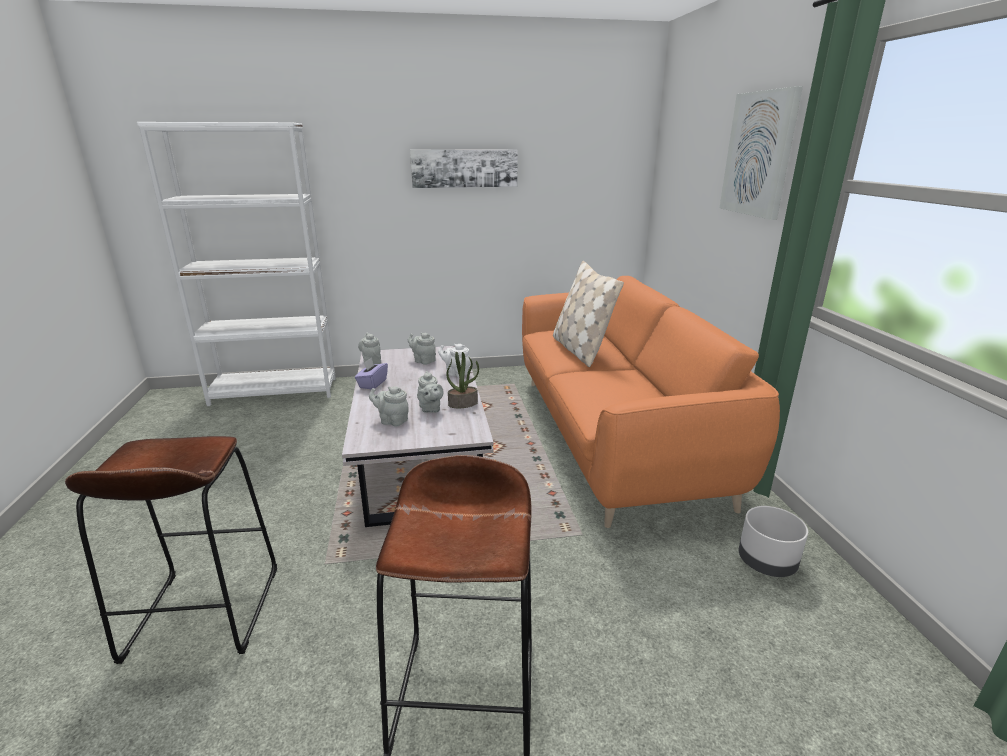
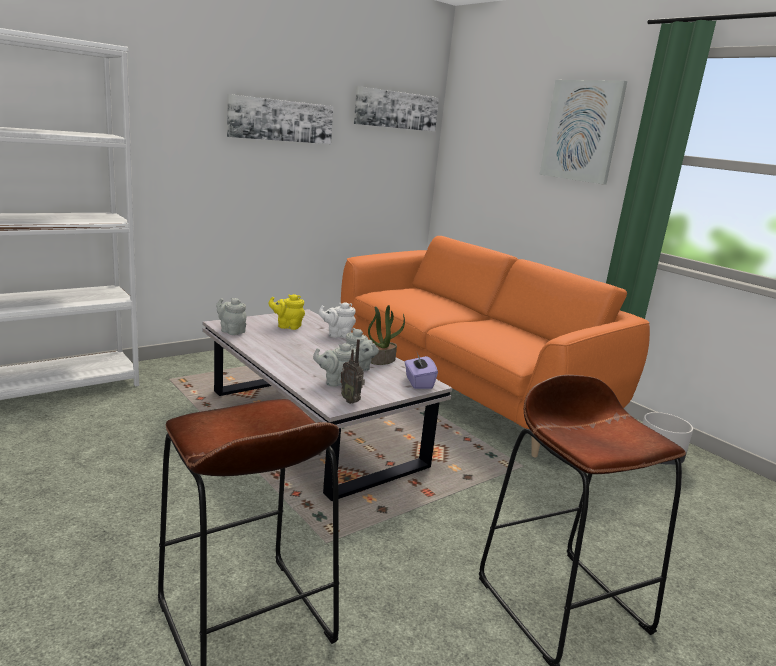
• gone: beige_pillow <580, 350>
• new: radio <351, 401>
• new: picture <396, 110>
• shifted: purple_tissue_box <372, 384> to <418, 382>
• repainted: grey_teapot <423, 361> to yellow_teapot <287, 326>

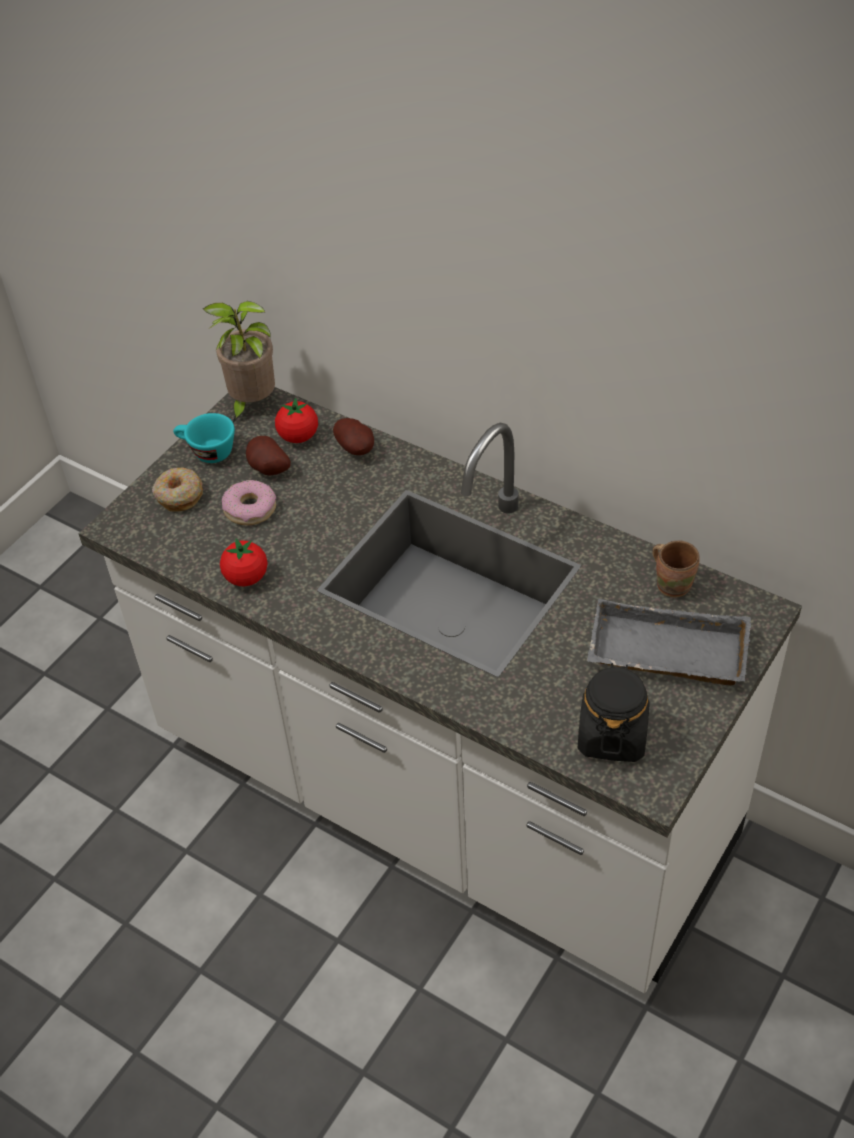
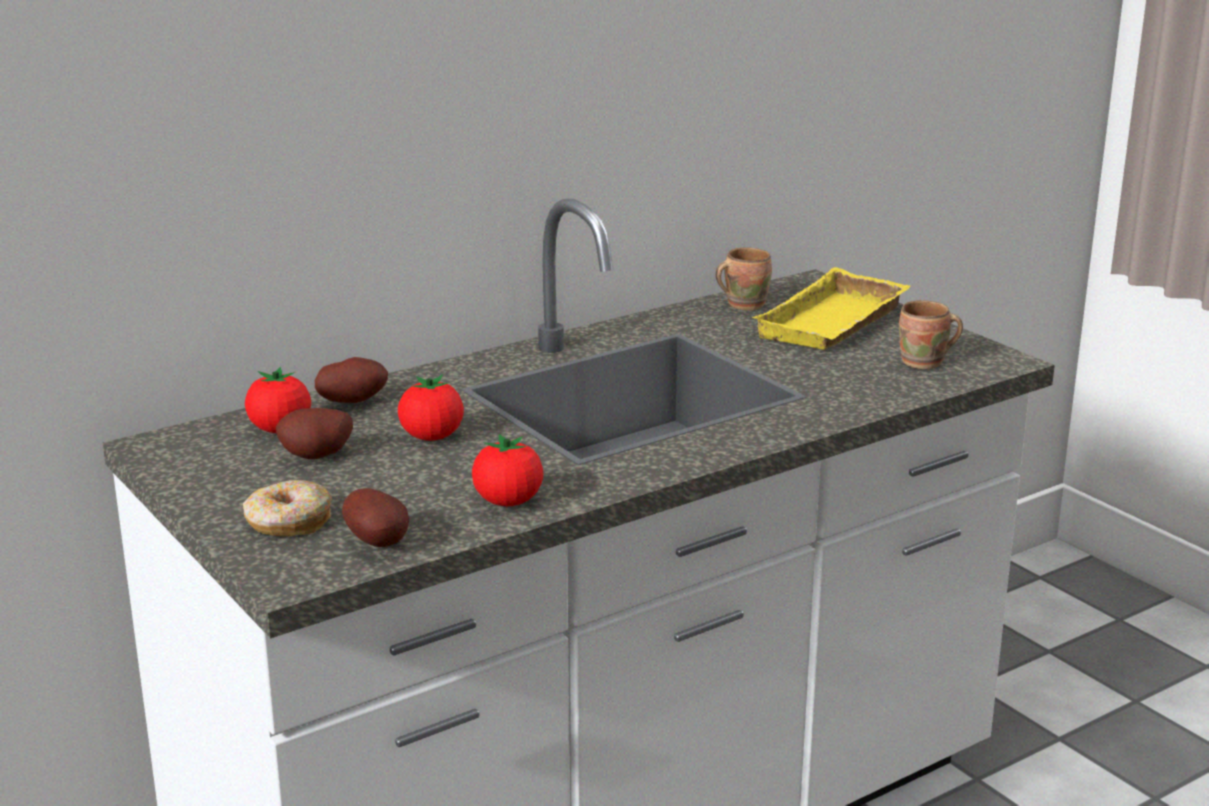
• gone: turquoise_cup <206, 452>
• gone: potted_plant <251, 404>
• gone: donut <250, 509>
• new: potato <379, 543>
• new: tomato <432, 437>
• swapped: black_jar <612, 735> to brown_mug <925, 364>
• repainted: grey_tray <664, 655> to yellow_tray <835, 325>

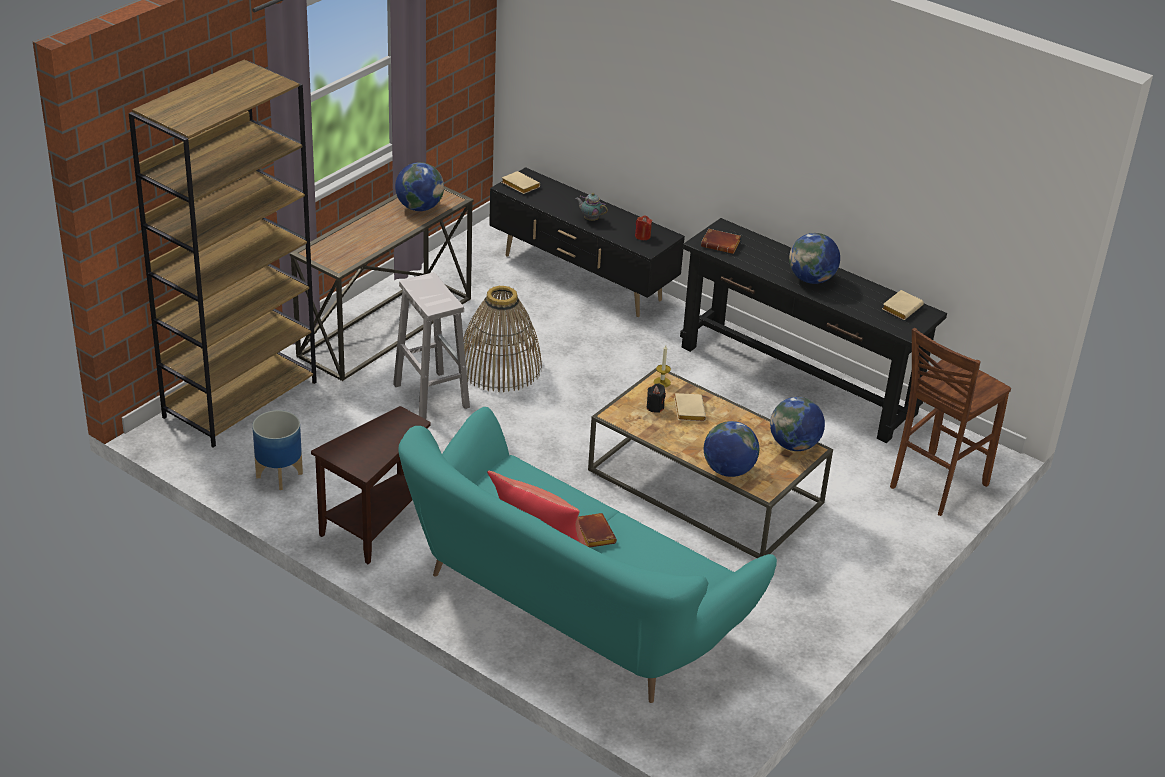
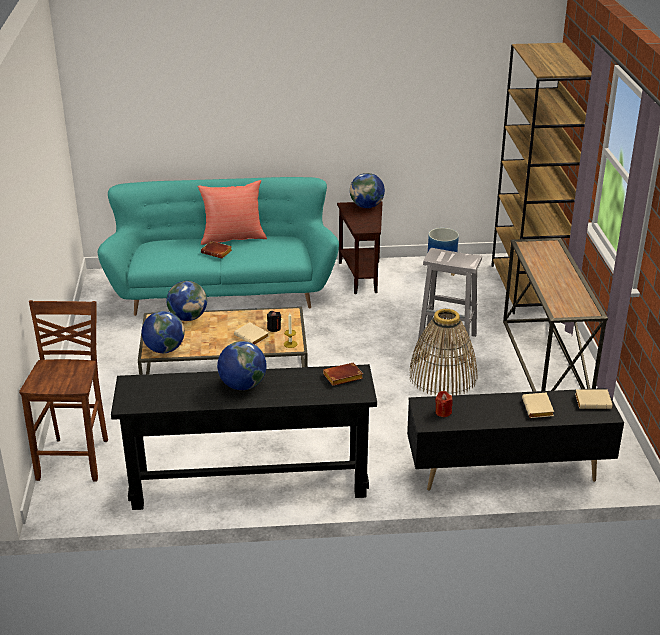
• gone: teapot <590, 219>
• shifted: globe <419, 207> to <366, 206>
• shifted: beige_book <901, 307> to <539, 409>

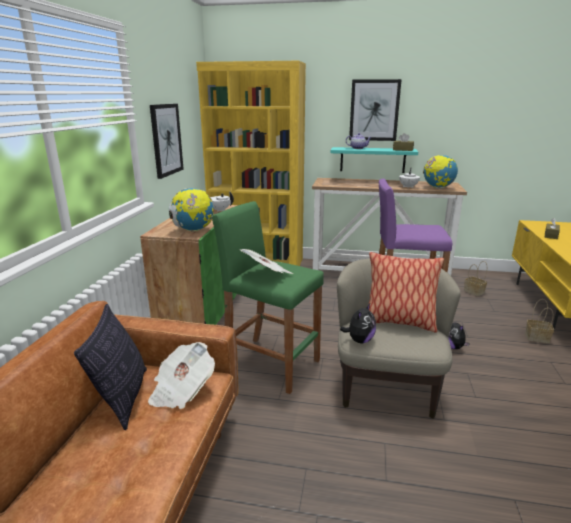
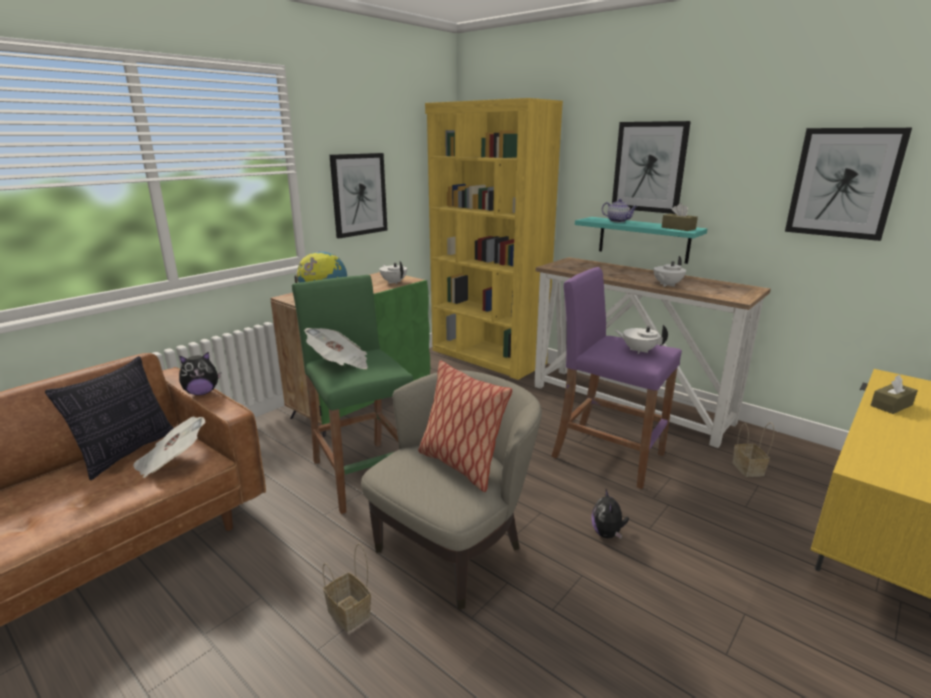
• gone: globe <438, 188>
• new: white_teapot <638, 351>
• new: picture <844, 183>
• shifted: plush_toy <359, 340> to <202, 393>
• shifted: basket <537, 338> to <350, 613>

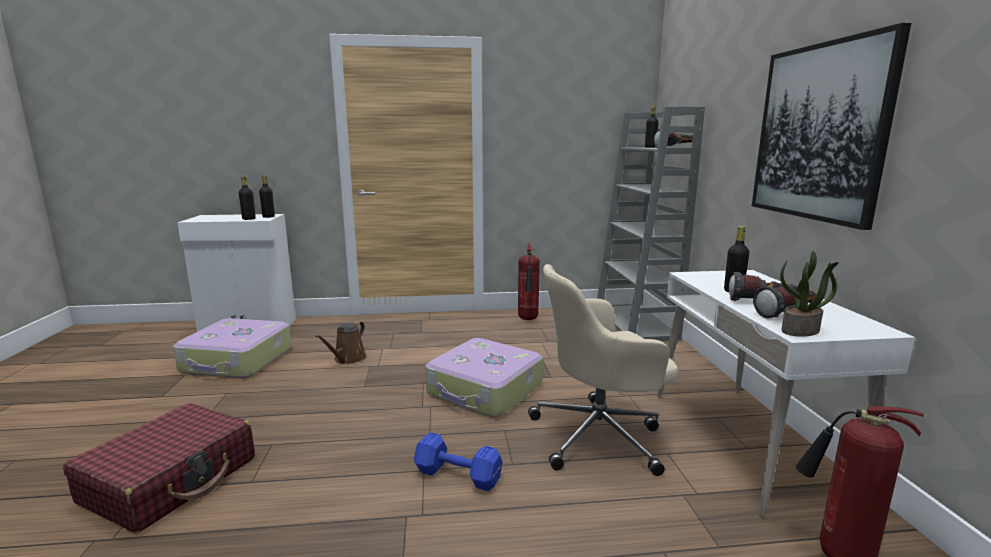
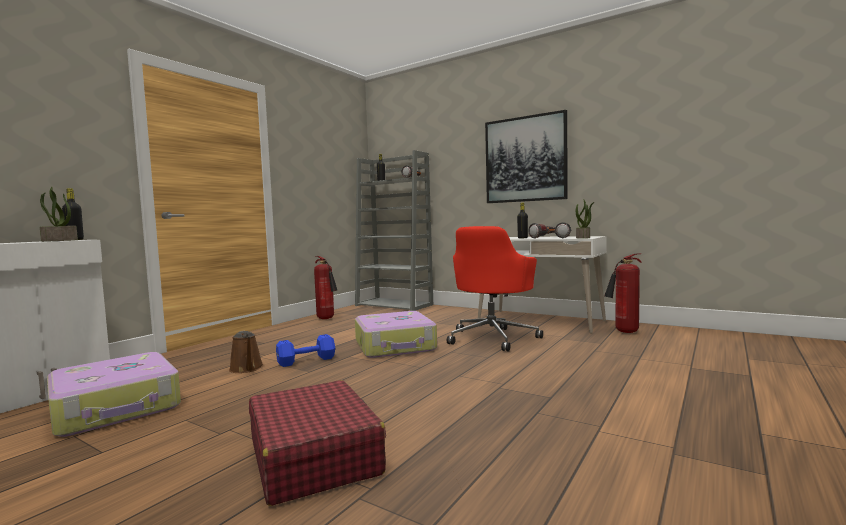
• shifted: blue_dumbbell <459, 476> to <307, 361>
• swapped: black_bottle <249, 219> to potted_plant <59, 240>
• repainted: beige_office_chair <600, 436> to red_office_chair <493, 338>

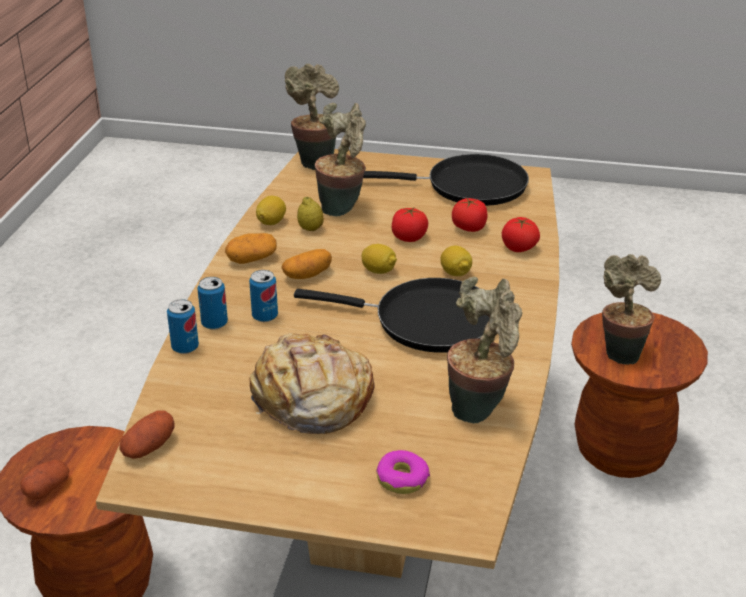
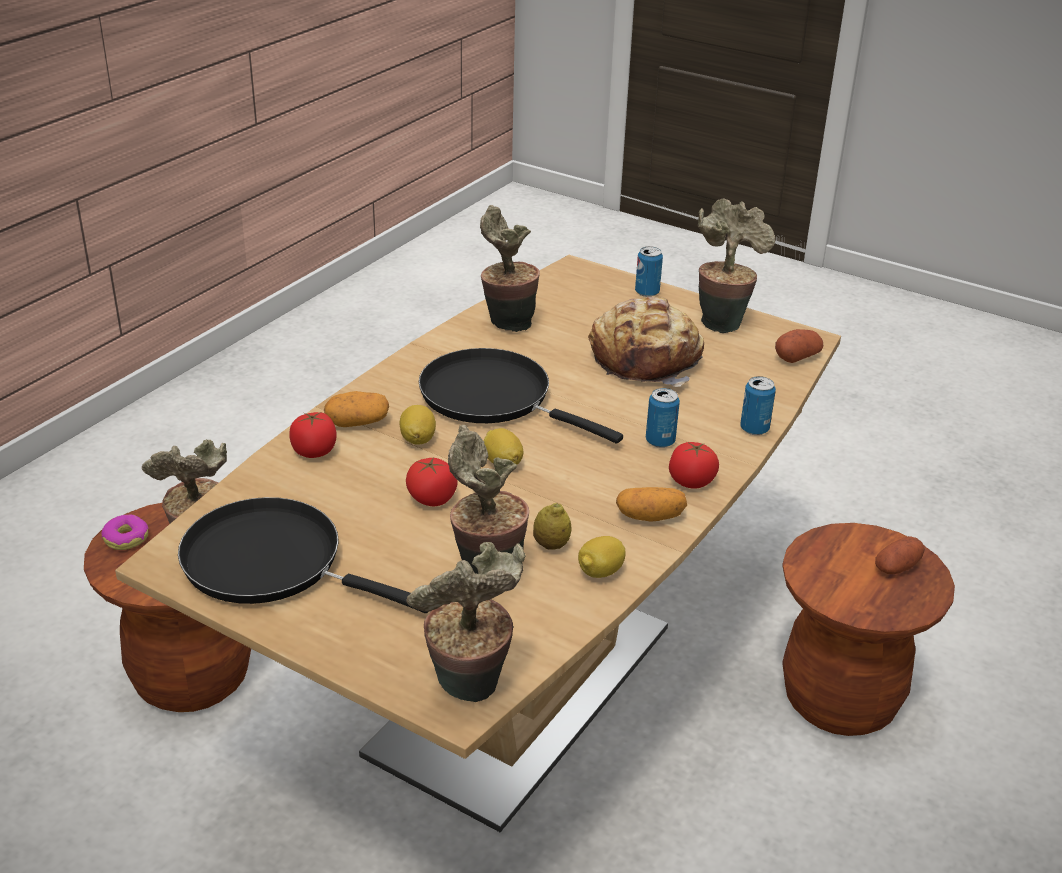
• new: potted_plant <722, 321>
• shifted: can <214, 323> to <647, 292>
• shifted: potato <307, 275> to <357, 423>
• shifted: donut <402, 479> to <126, 538>
• shifted: tomato <469, 228> to <691, 481>

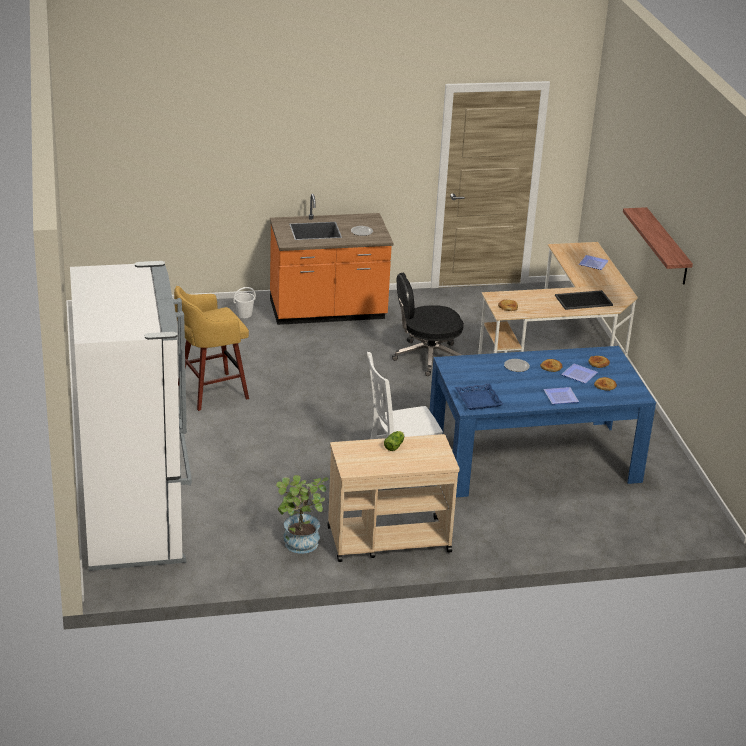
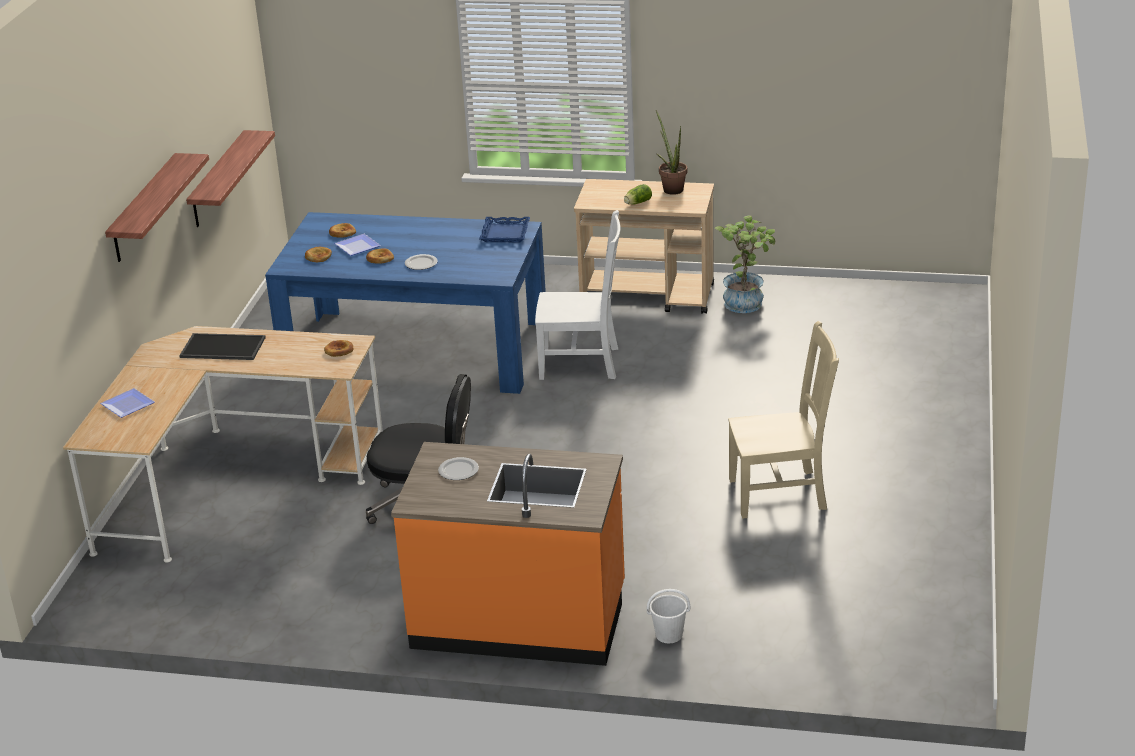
• gone: white_fridge <135, 523>
• gone: plate <559, 397>
• new: shelf <218, 180>
• new: potted_plant <671, 188>
• swapped: yellow_stool <210, 392> to beige_chair <781, 493>

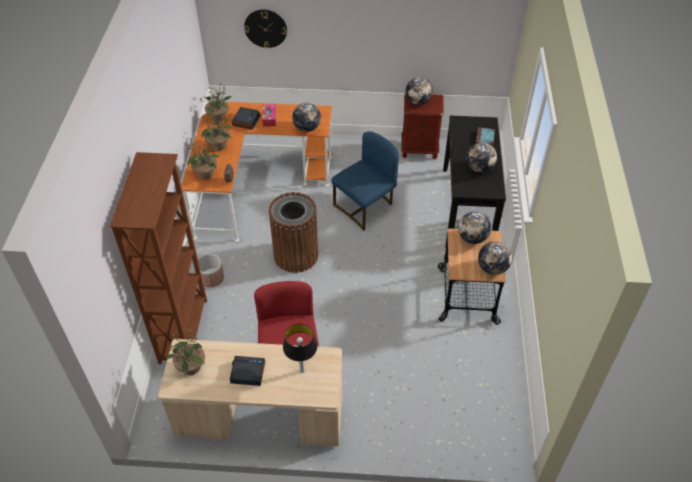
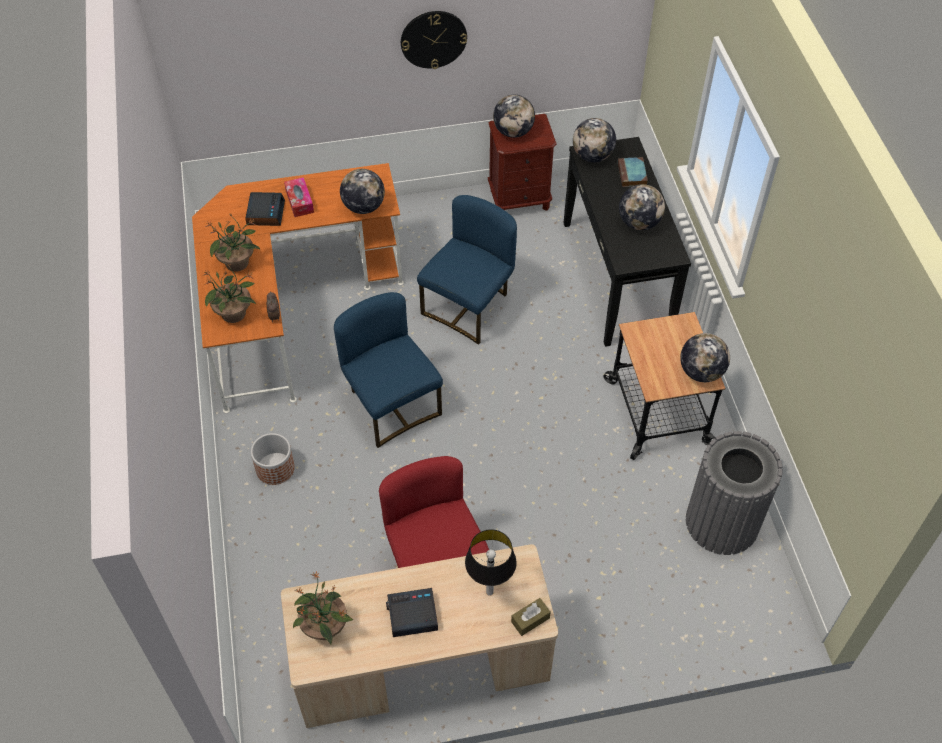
• gone: brown_bookcase <184, 330>
• gone: potted_plant <219, 117>
• new: brown_tissue_box <530, 620>
• new: grey_trash_can <722, 522>
• shifted: wall_clock <265, 28> to <433, 39>
• shifted: globe <472, 238> to <592, 156>
• swapped: brown_trash_can <296, 255> to blue_chair <391, 405>

